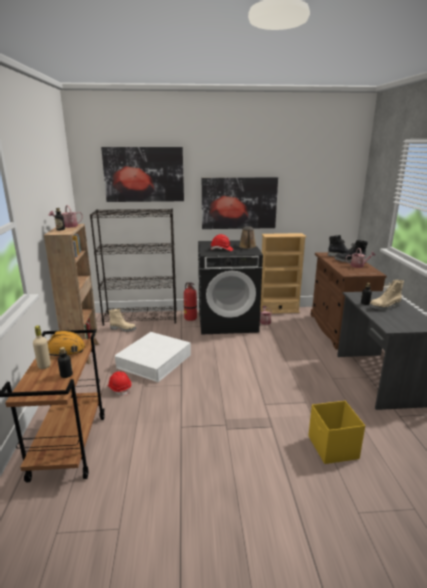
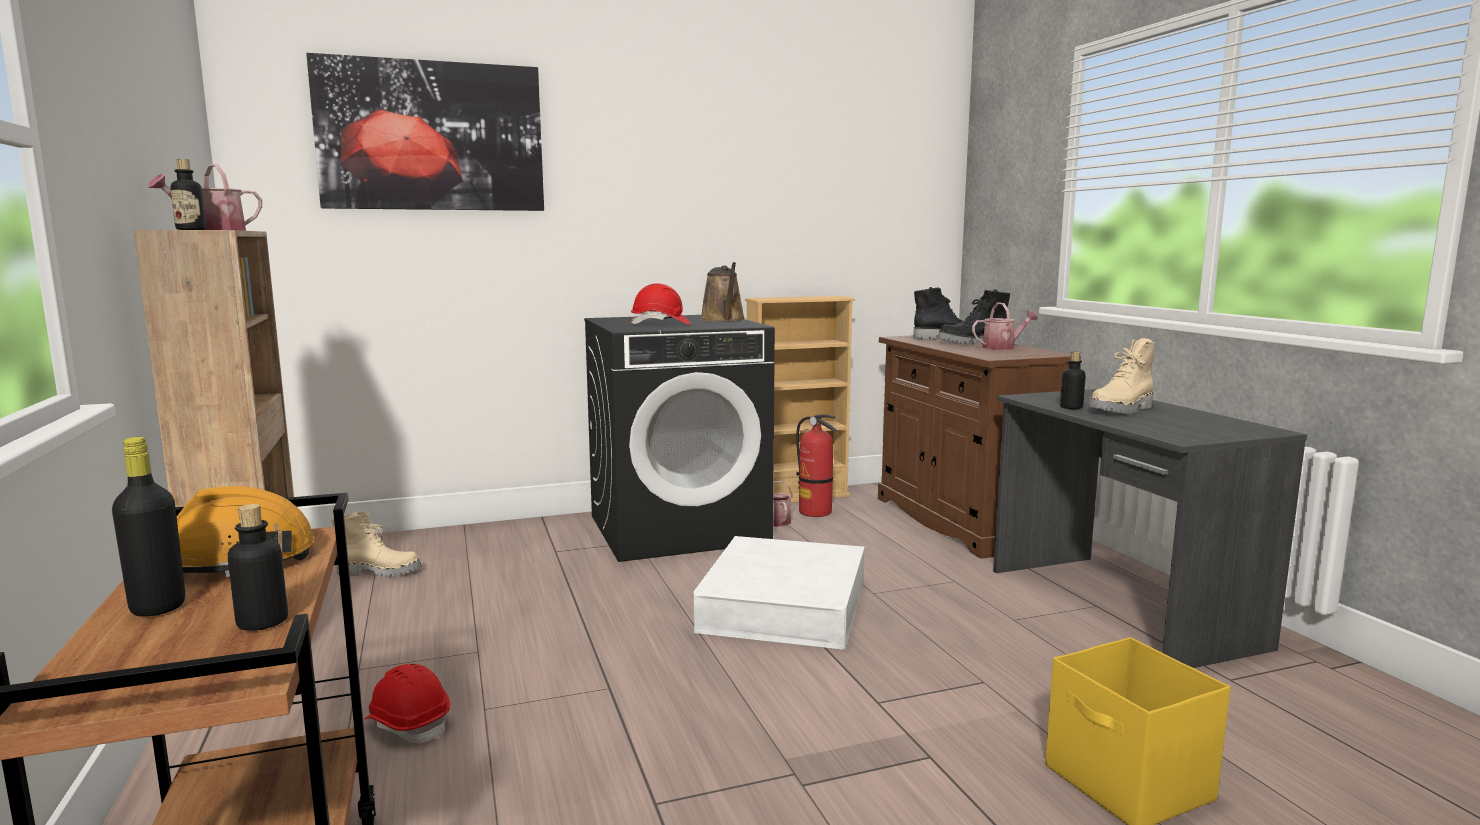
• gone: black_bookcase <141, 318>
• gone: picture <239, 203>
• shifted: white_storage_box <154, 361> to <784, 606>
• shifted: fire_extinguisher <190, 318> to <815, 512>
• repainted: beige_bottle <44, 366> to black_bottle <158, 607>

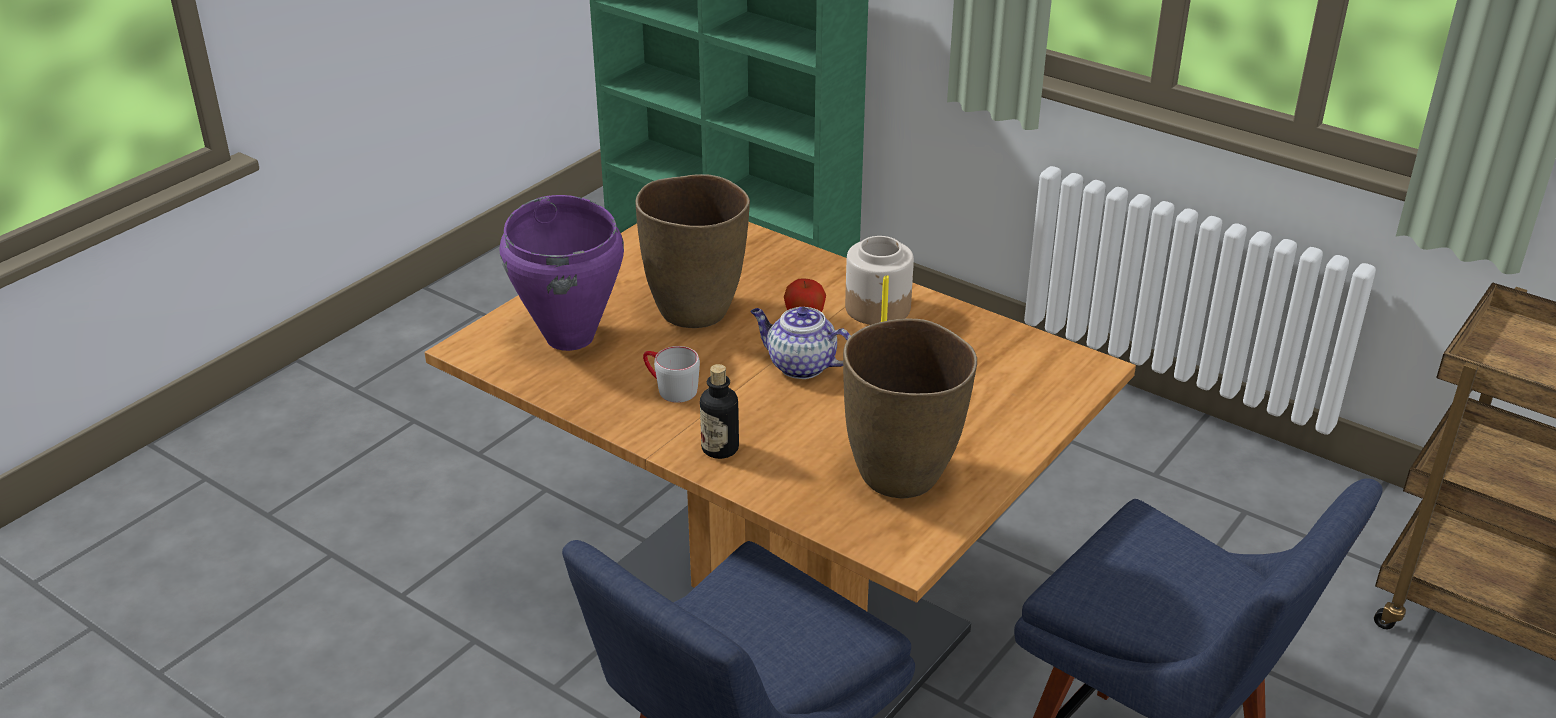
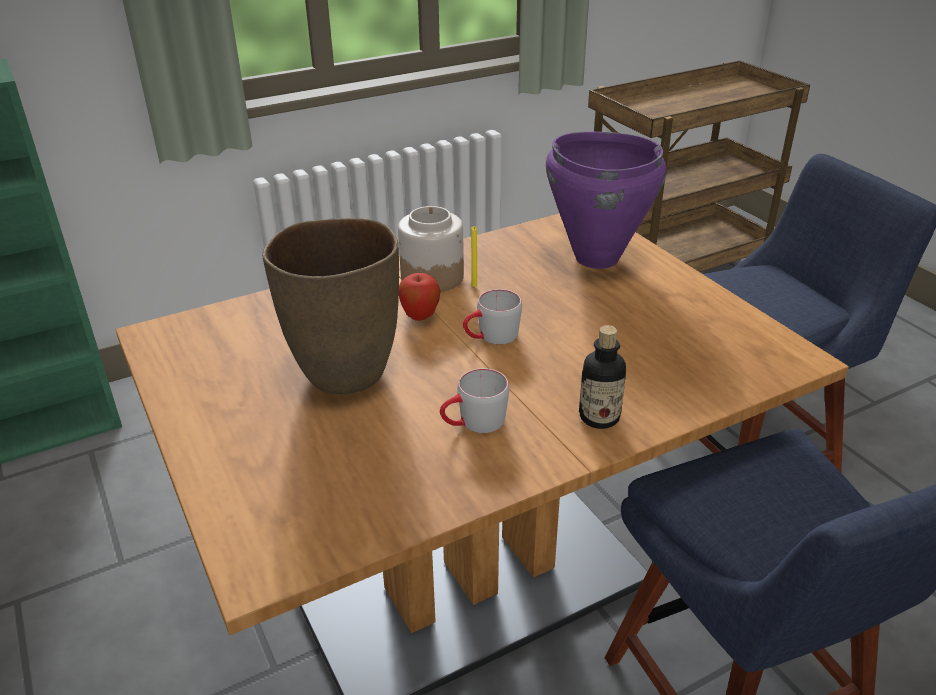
• gone: brown_vase <902, 476>
• shifted: purple_cooking_pot <570, 337> to <596, 258>
• swapped: teapot <800, 366> to grey_mug <491, 337>

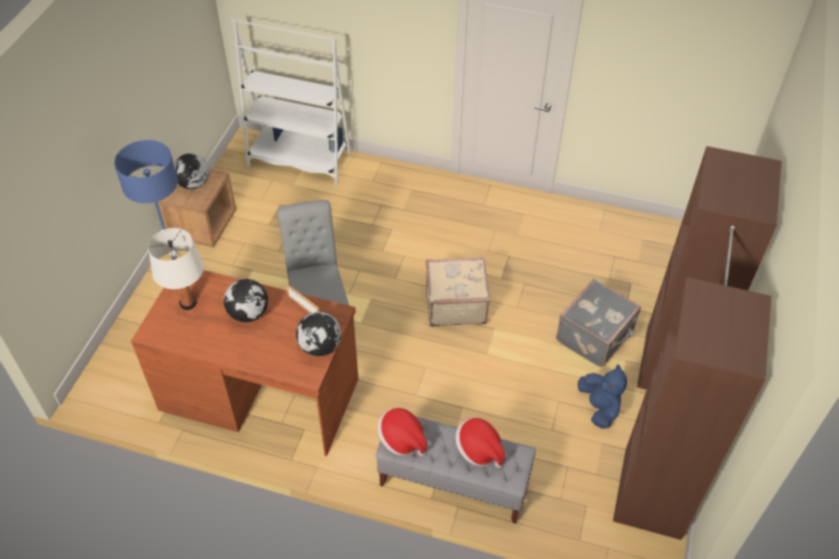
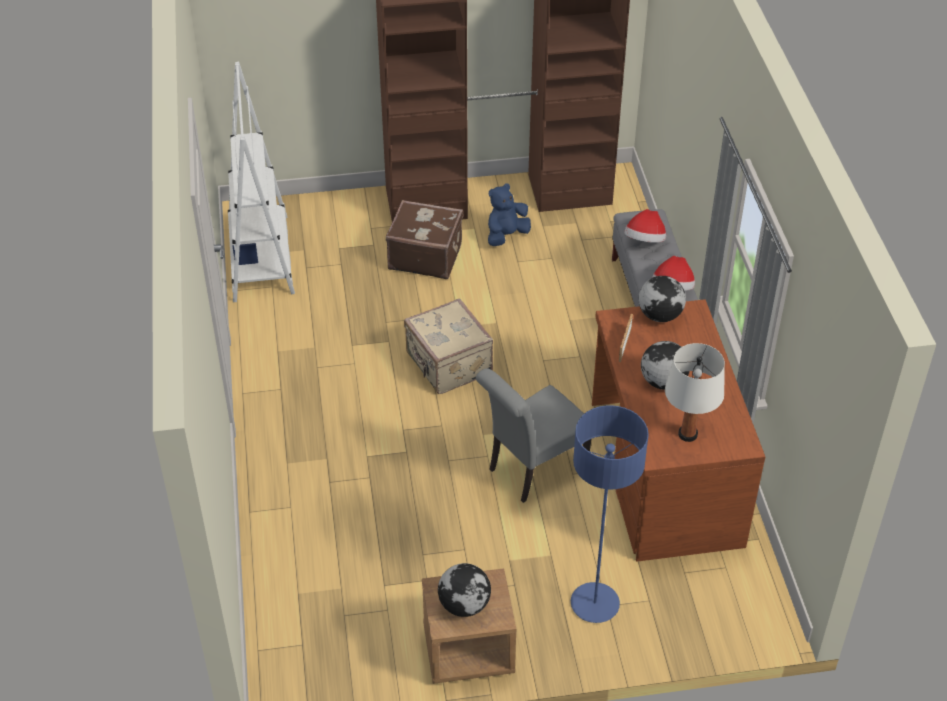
• shifted: white_bookcase <299, 160> to <261, 258>
• repainted: grey_suitcase <595, 337> to brown_suitcase <425, 256>

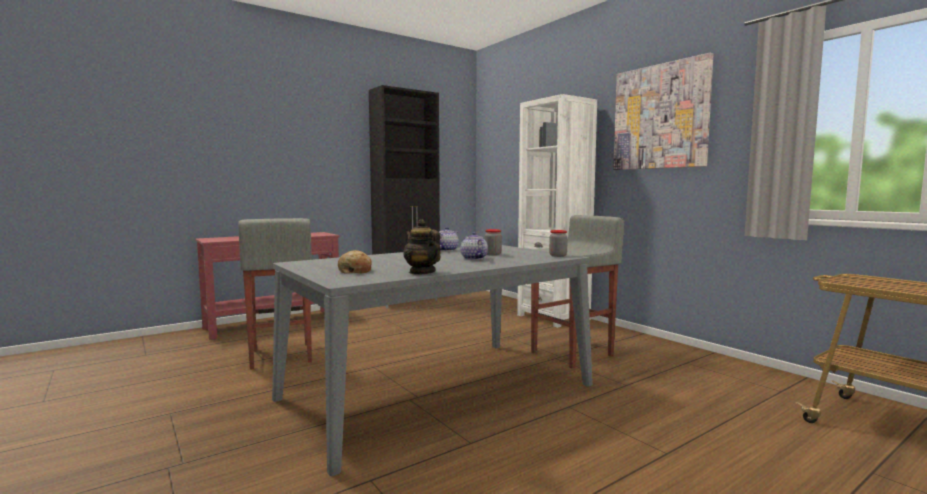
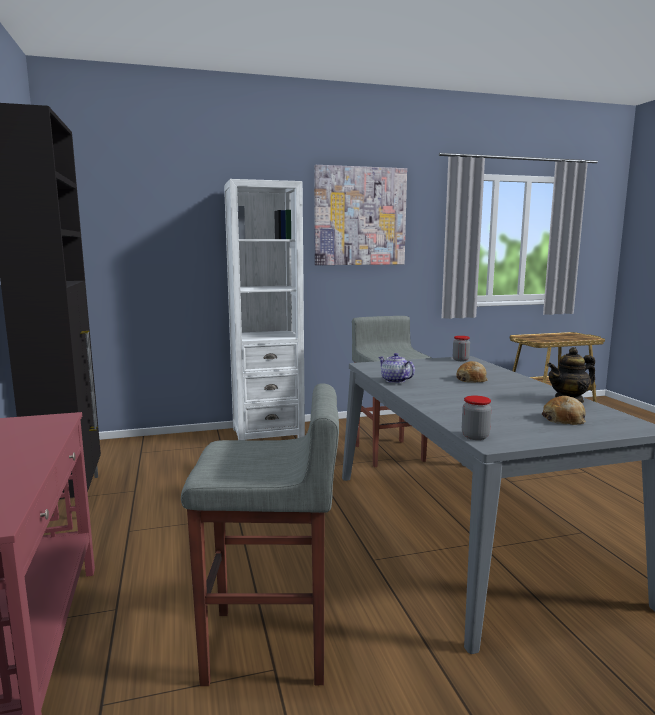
• shifted: jar <493, 254> to <475, 436>
• swapped: teapot <473, 258> to bread <471, 379>

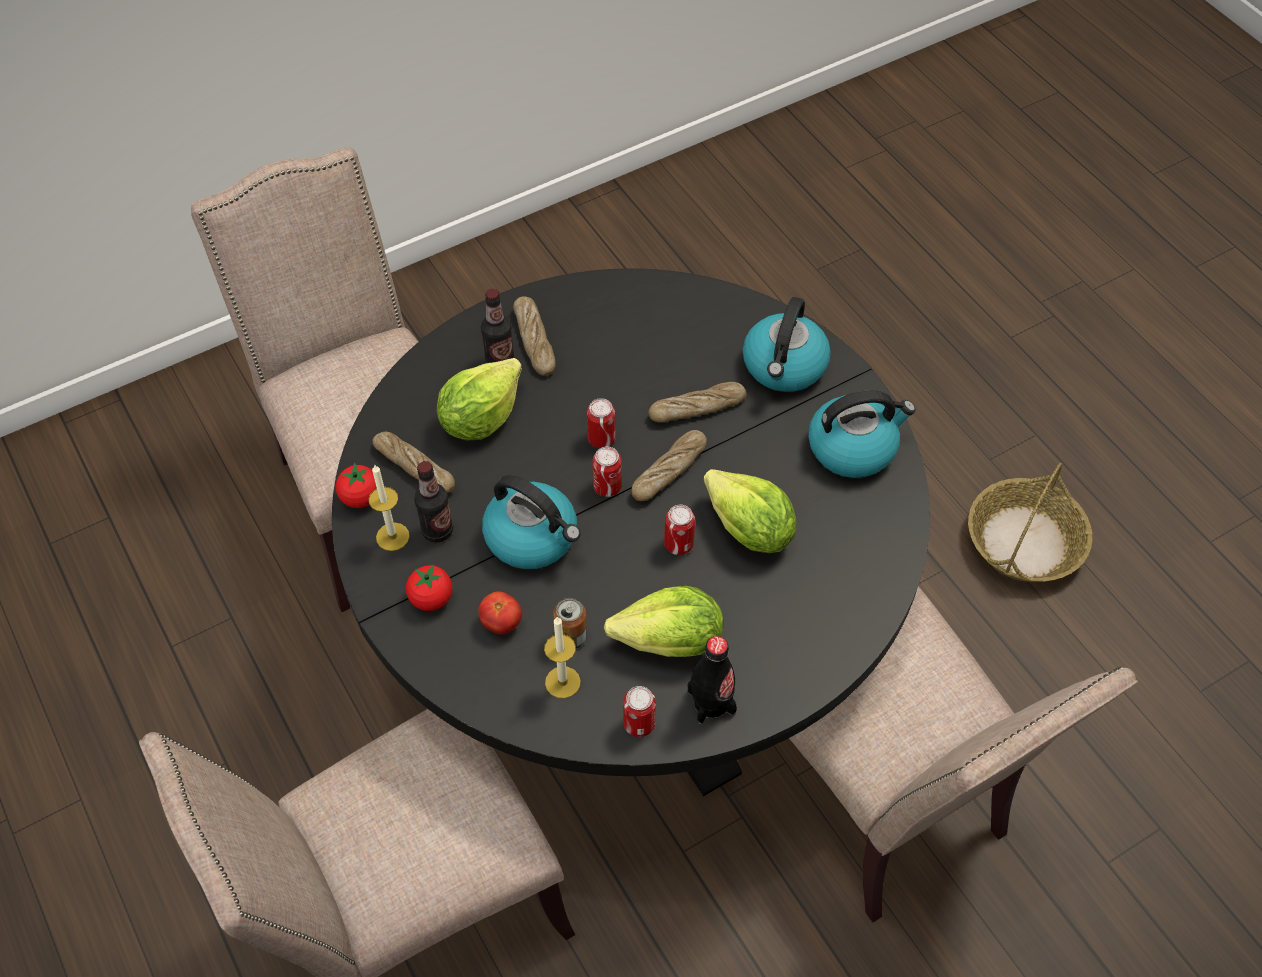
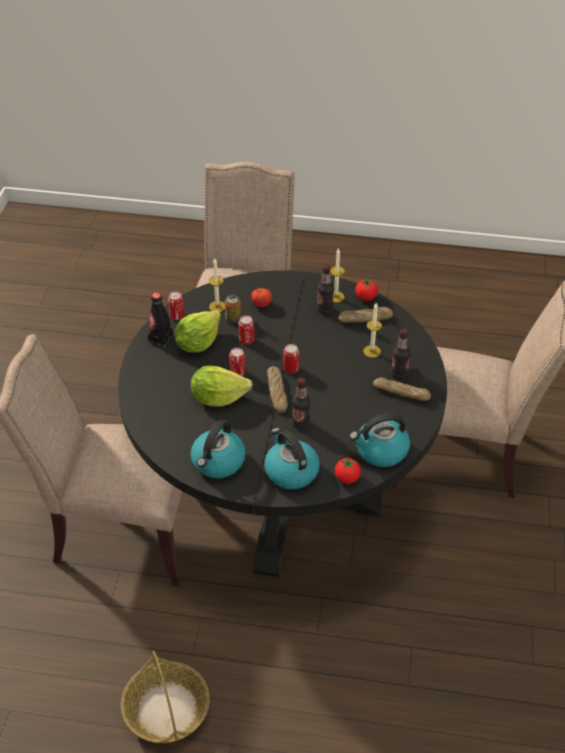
• shifted: tomato <431, 598> to <347, 478>
• shifted: kettle <533, 537> to <380, 451>
• shifted: can <601, 438> to <246, 340>
• swapped: lettuce <480, 418> to candle <372, 351>
• swapped: bread <697, 408> to bottle <300, 423>

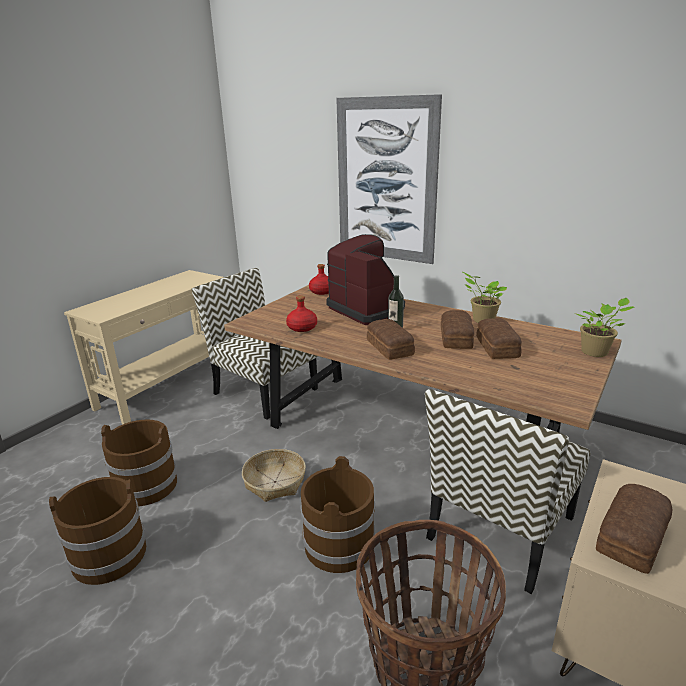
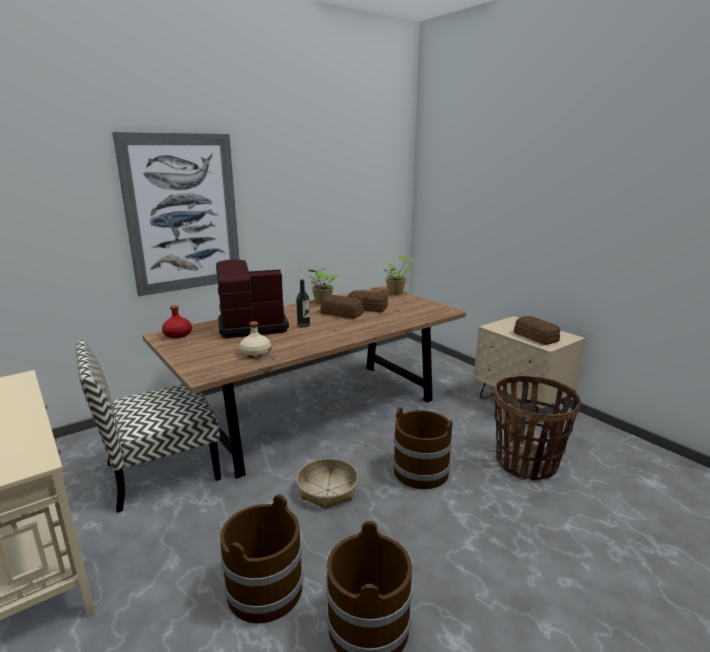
• gone: bread <389, 348>
• gone: chair <500, 529>
• repainted: red_bottle <302, 327> to beige_bottle <255, 354>

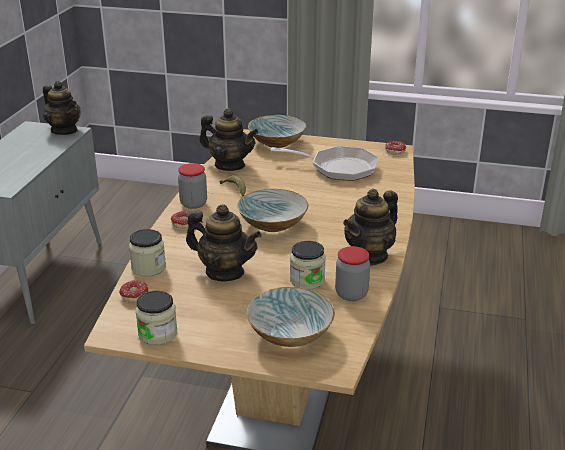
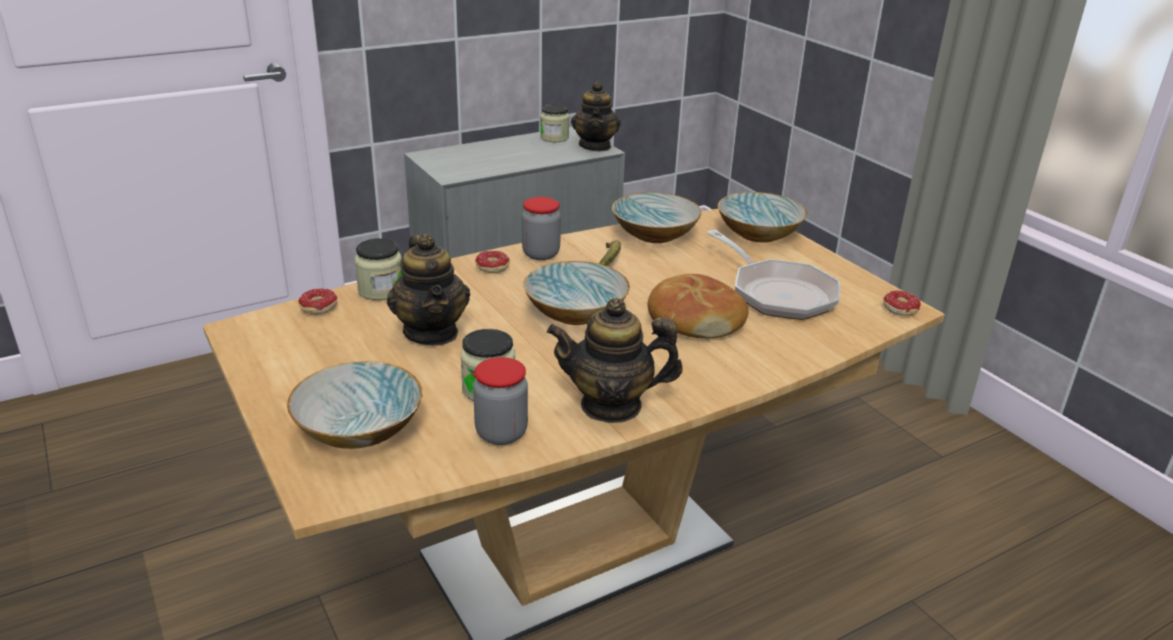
• new: bread <694, 320>
• shifted: jar <157, 334> to <554, 138>
• swapped: teapot <229, 165> to bowl <655, 234>

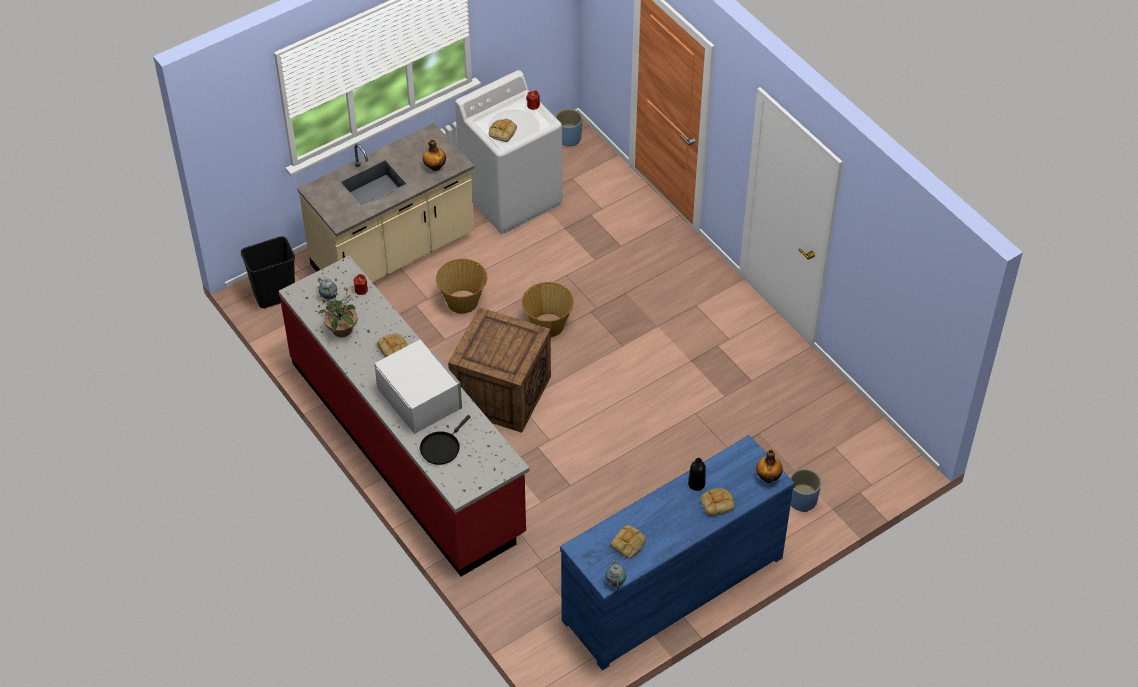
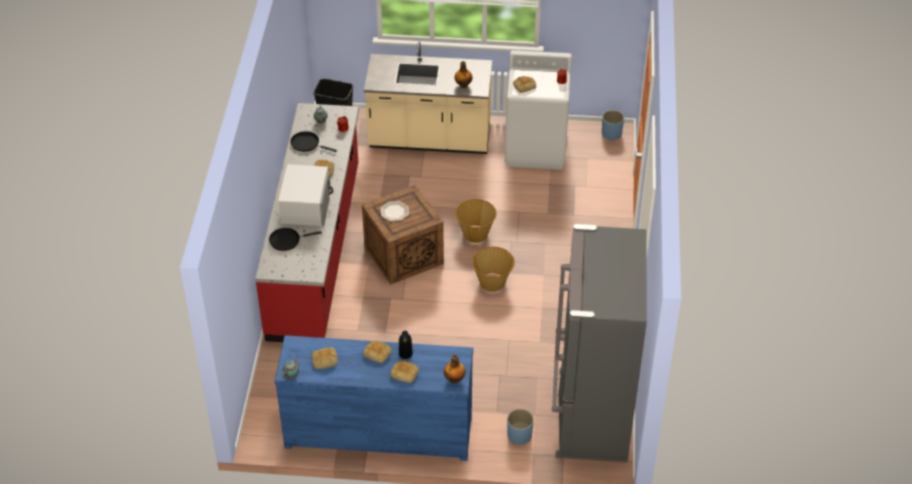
• new: bread <378, 353>
• new: plate <394, 211>
• new: grey_fridge <589, 415>
• shifted: basket <463, 301> to <492, 282>
• swapped: potted_plant <341, 330> to black_frying_pan <307, 144>

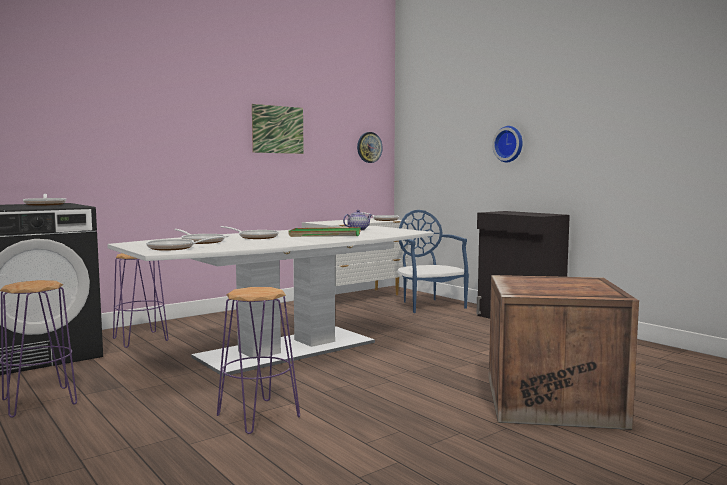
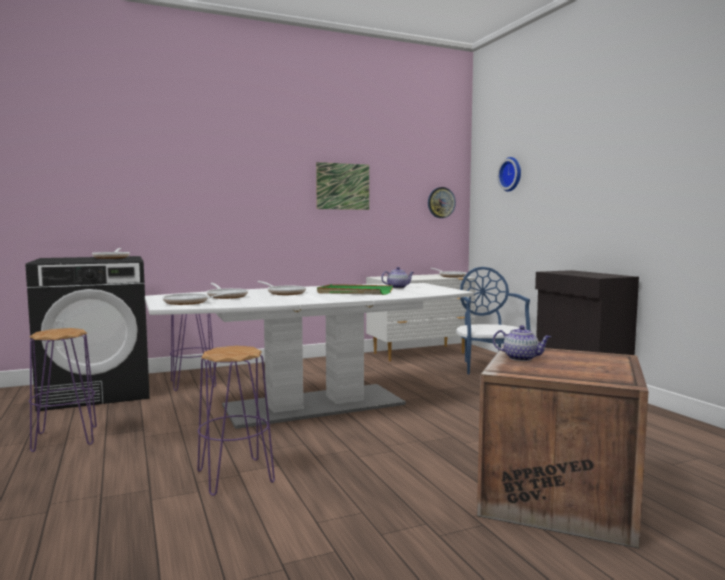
• new: teapot <521, 358>
• shifted: wall_clock <509, 144> to <511, 174>

